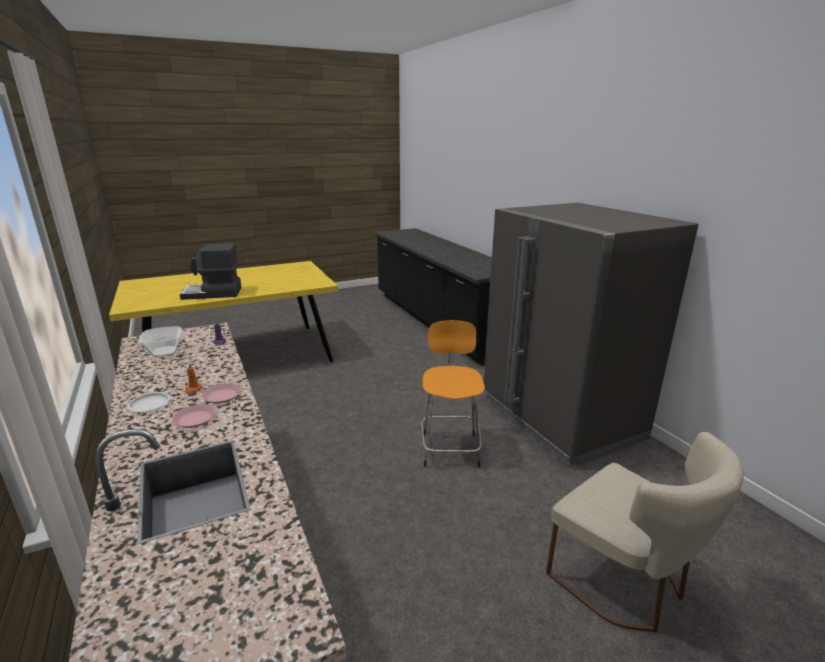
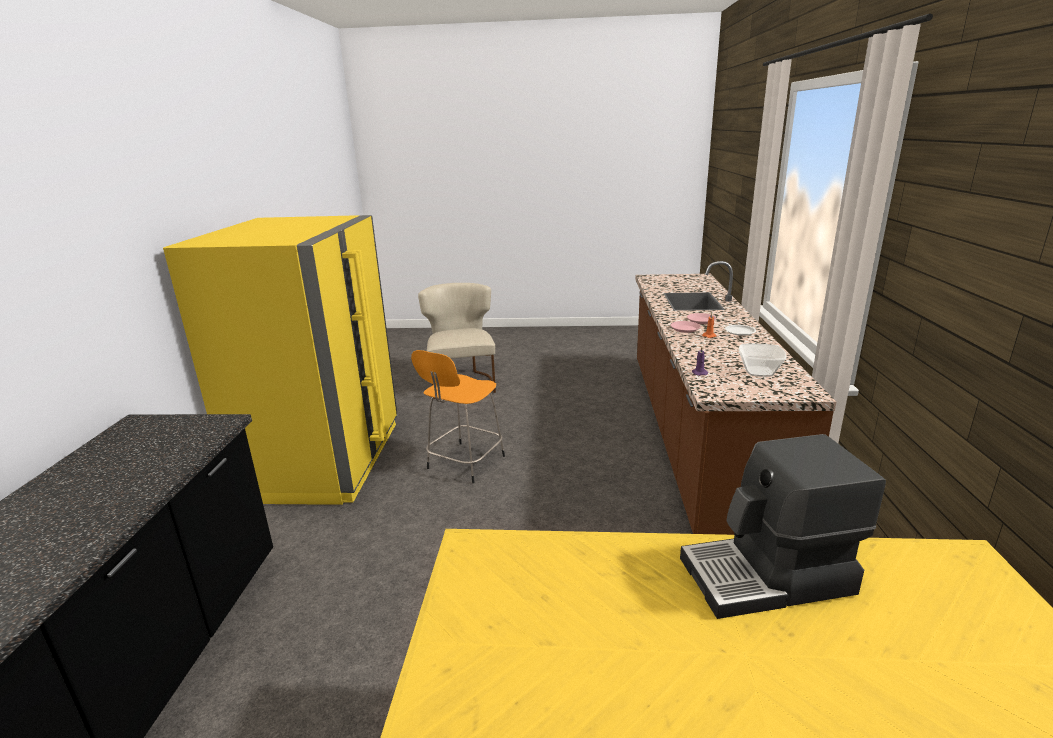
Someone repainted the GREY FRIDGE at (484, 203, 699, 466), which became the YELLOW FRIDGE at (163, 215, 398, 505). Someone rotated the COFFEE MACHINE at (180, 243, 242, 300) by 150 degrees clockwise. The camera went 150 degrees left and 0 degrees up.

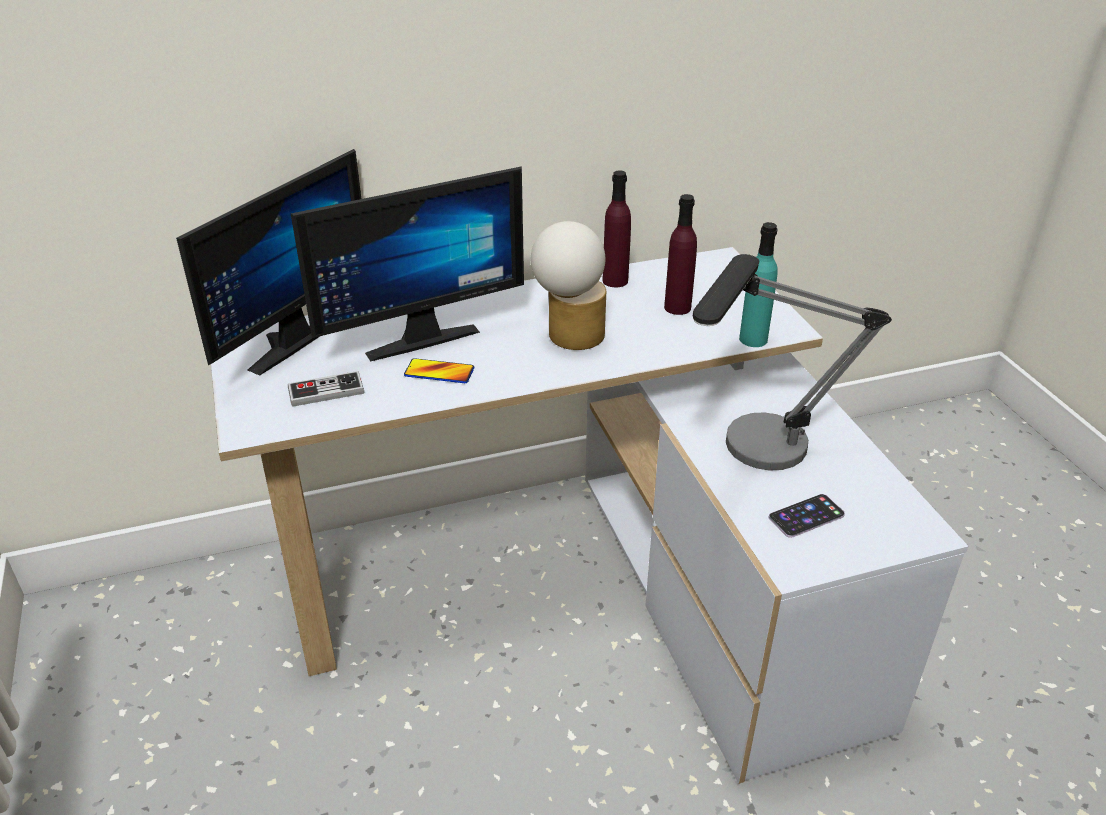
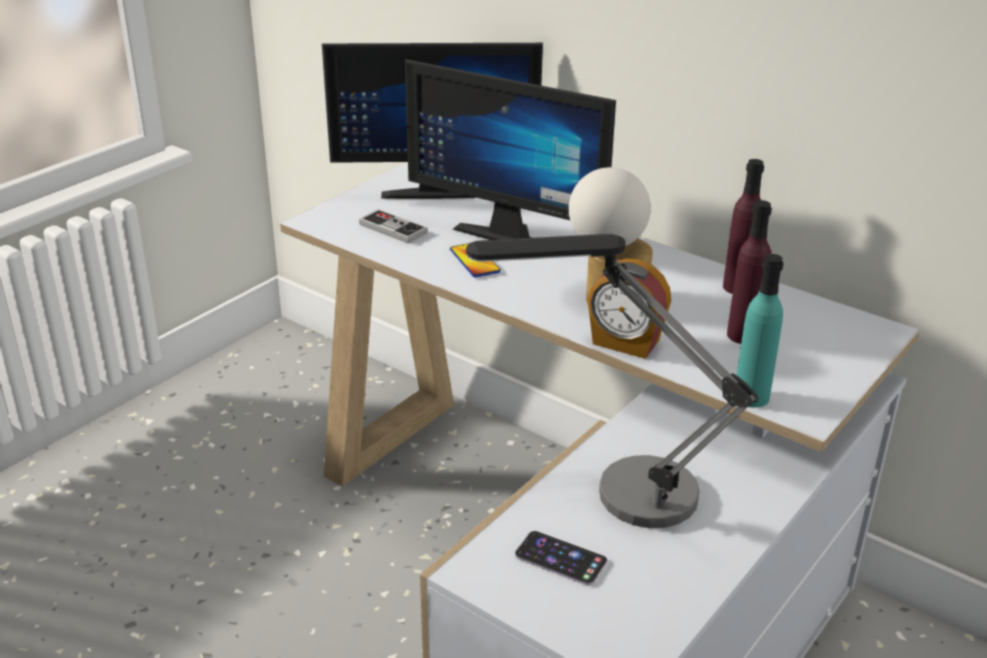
Someone put down the ALARM CLOCK at (587, 259, 671, 359). The camera went 55 degrees right and 5 degrees down.

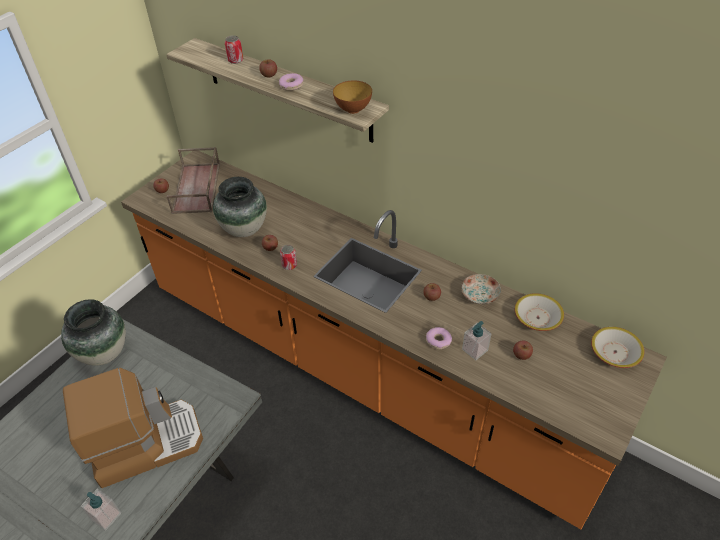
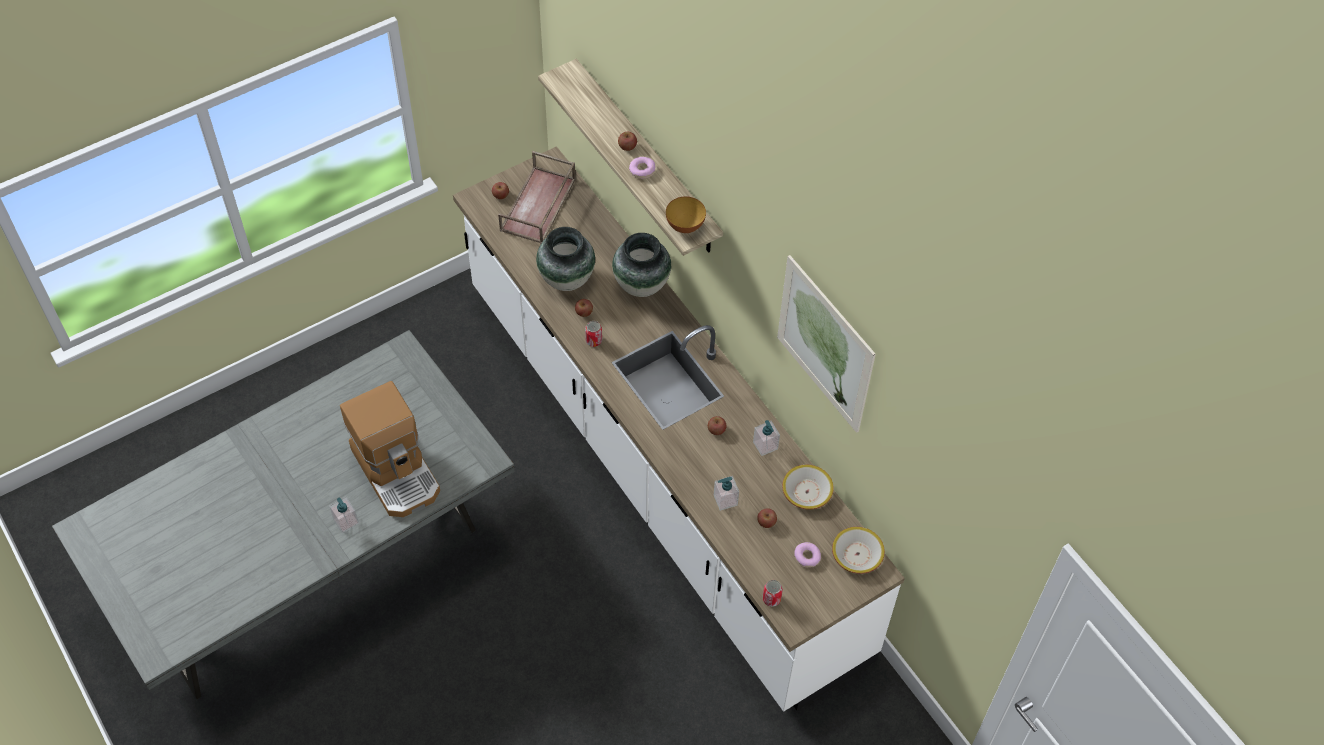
Someone carried the CAN from (225, 35, 243, 64) to (763, 580, 783, 607). Someone repainted the ORANGE COUNTER at (121, 151, 667, 529), which became the WHITE COUNTER at (453, 146, 905, 711). Someone swapped the PLATE at (461, 274, 501, 304) for the SOAP DISPENSER at (753, 420, 780, 456). Someone carried the VASE from (61, 299, 126, 366) to (612, 233, 671, 297). Someone carried the DONUT from (426, 327, 452, 349) to (794, 542, 821, 567). Someone rotated the COFFEE MACHINE at (63, 368, 203, 488) by 60 degrees clockwise. Someone put up the PICTURE at (777, 255, 876, 433). The camera went 20 degrees right and 10 degrees up.

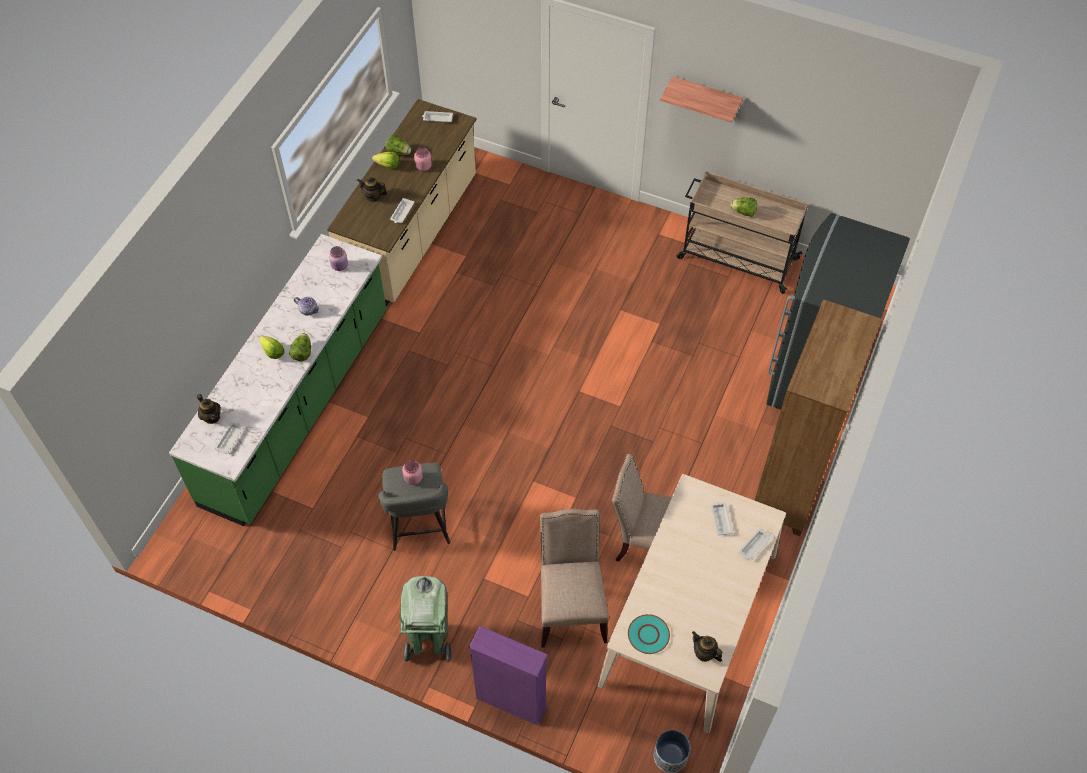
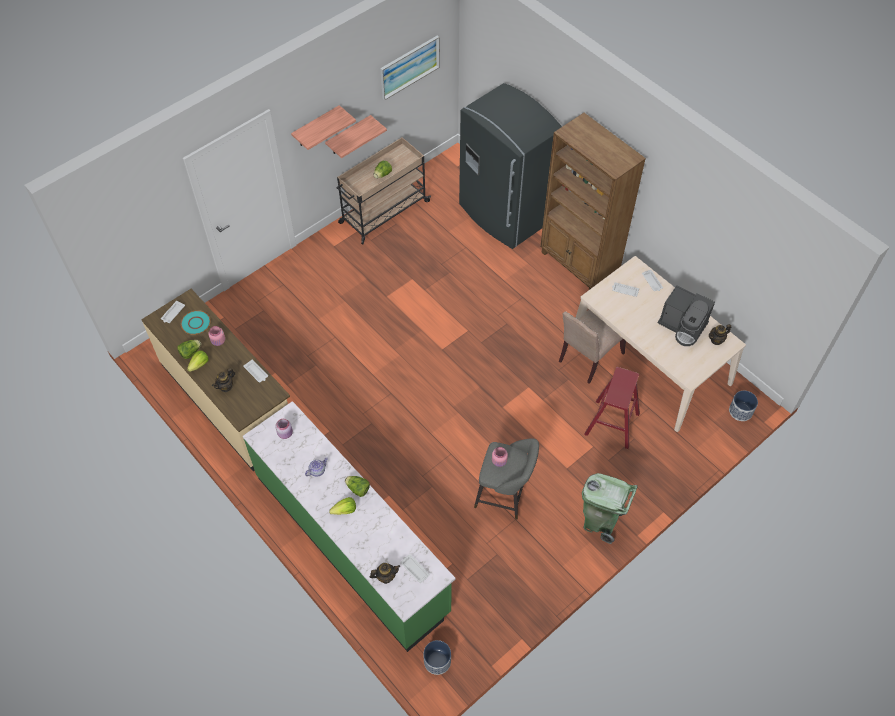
Someone swapped the BEIGE CHAIR at (540, 509, 609, 648) for the RED STOOL at (584, 367, 640, 449). Someone carried the TURQUOISE PLATE from (628, 614, 670, 654) to (181, 310, 211, 335). Someone took away the PURPLE BOOKCASE at (469, 626, 548, 725). Someone put up the PICTURE at (380, 35, 440, 100). Someone put up the SHELF at (325, 115, 387, 158). Someone put down the COFFEE MACHINE at (658, 285, 715, 346). Someone put down the PLANTER at (423, 640, 451, 675). The camera went 65 degrees left and 0 degrees up.

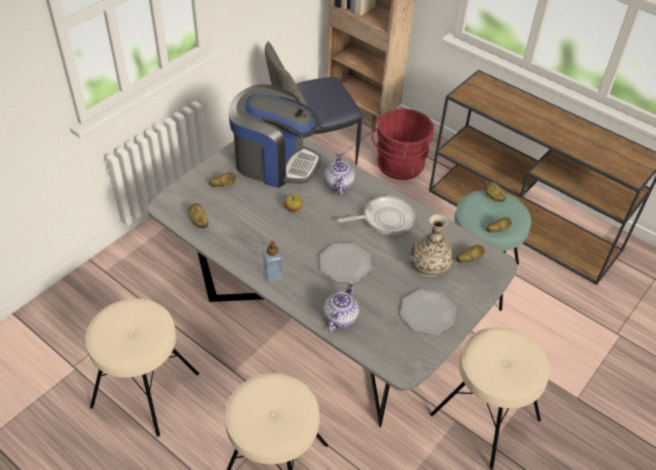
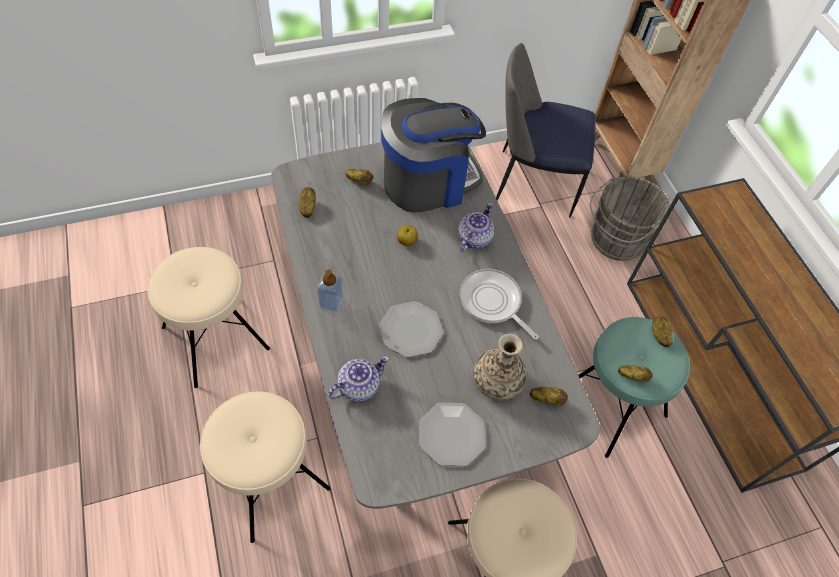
Someone rotated the COFFEE MACHINE at (229, 84, 321, 188) by 75 degrees counterclockwise. Someone repainted the RED BUCKET at (372, 109, 434, 180), which became the GREY BUCKET at (590, 176, 670, 261). Someone rotated the FRYING PAN at (338, 196, 416, 235) by 150 degrees counterclockwise. The camera went 30 degrees right and 10 degrees up.

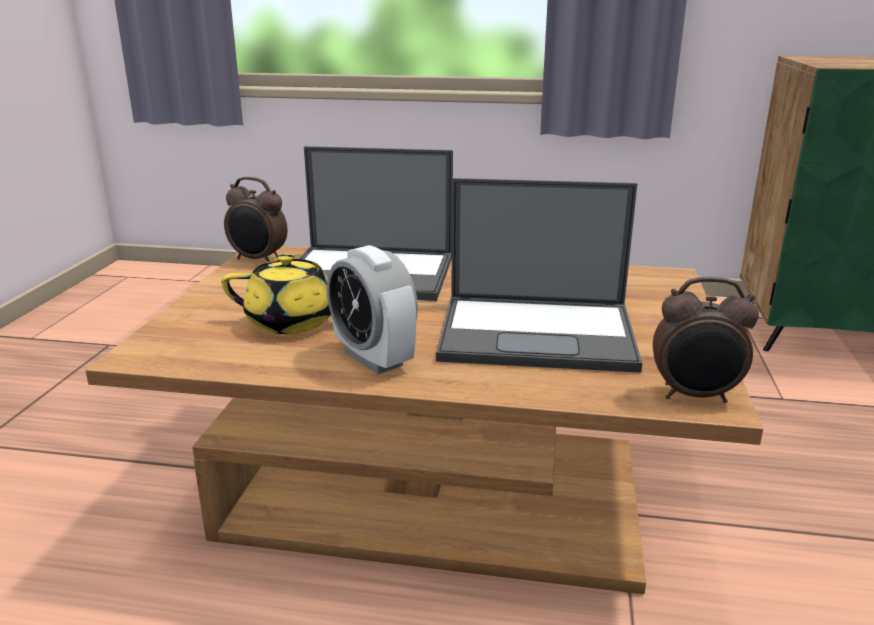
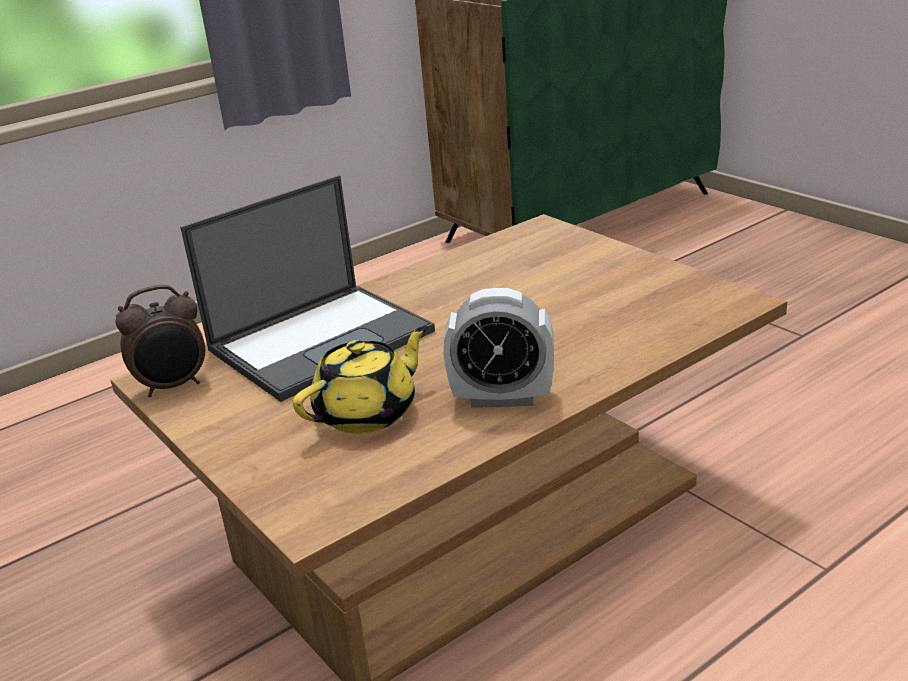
Someone took away the LAPTOP at (436, 178, 642, 373). Someone took away the ALARM CLOCK at (653, 277, 759, 403). The camera went 45 degrees left and 5 degrees up.

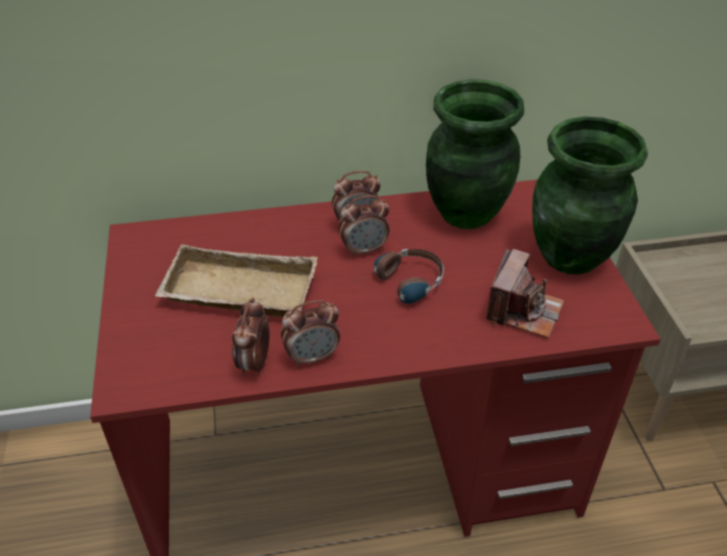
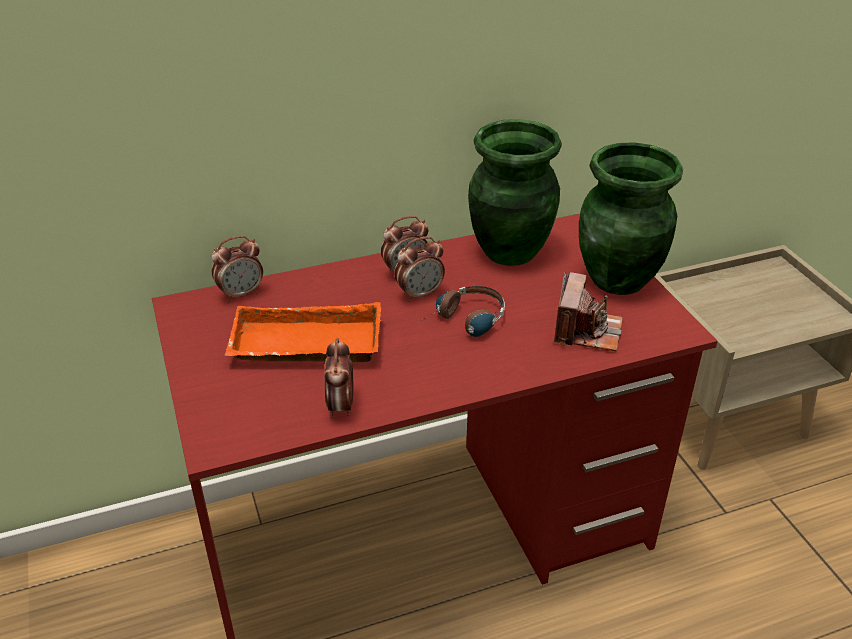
Someone repainted the BEIGE TRAY at (155, 244, 318, 317), which became the ORANGE TRAY at (225, 302, 381, 363). Someone carried the ALARM CLOCK from (281, 300, 340, 367) to (212, 236, 263, 302). The camera went 10 degrees left and 5 degrees down.

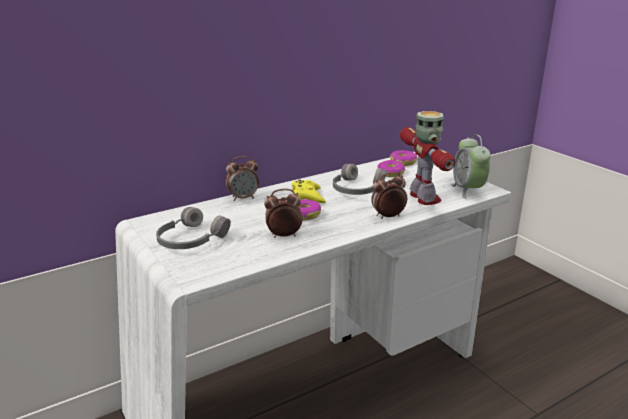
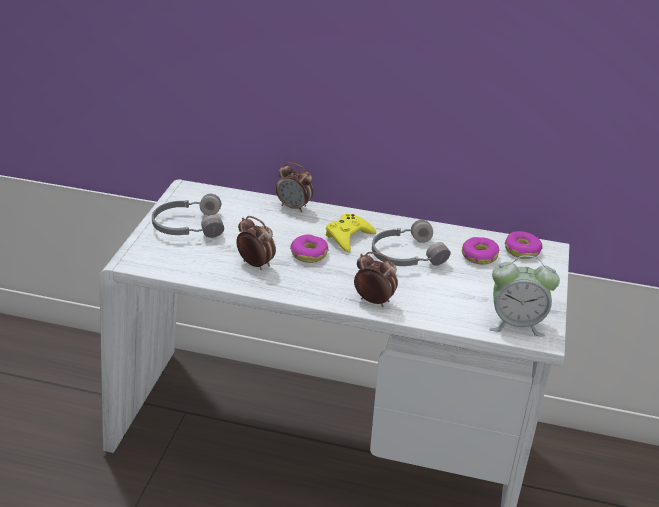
Someone took away the TOY ROBOT at (400, 111, 456, 205). Someone rotated the ALARM CLOCK at (450, 134, 491, 199) by 120 degrees counterclockwise. The camera went 45 degrees right and 10 degrees up.

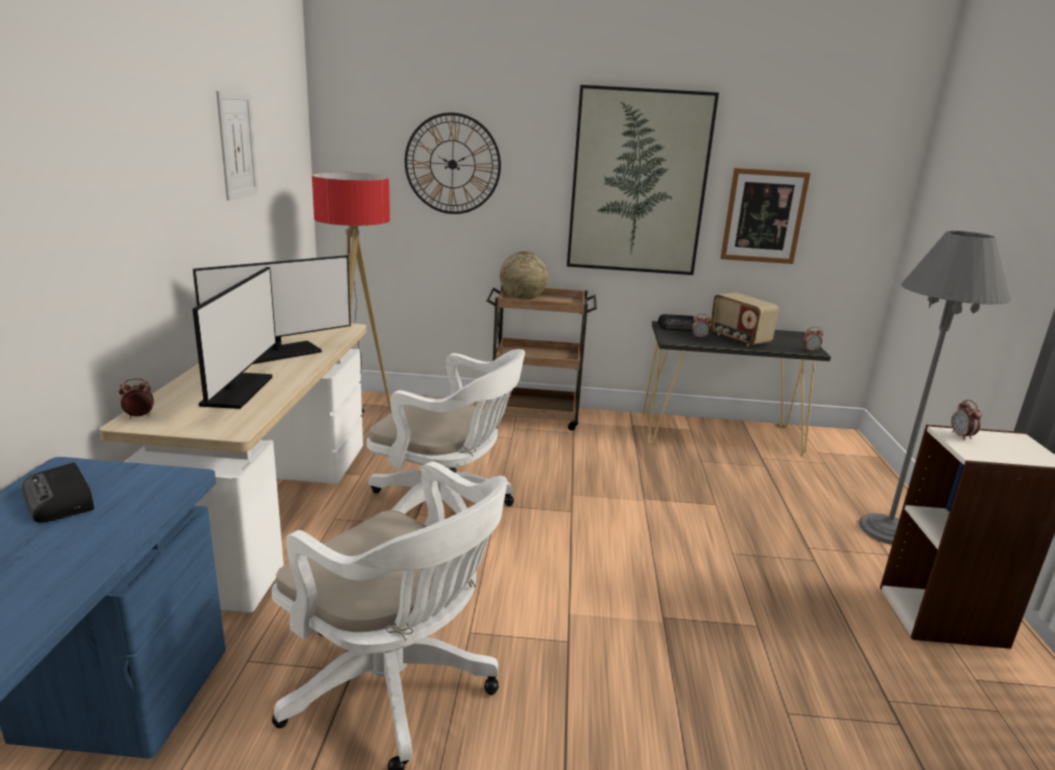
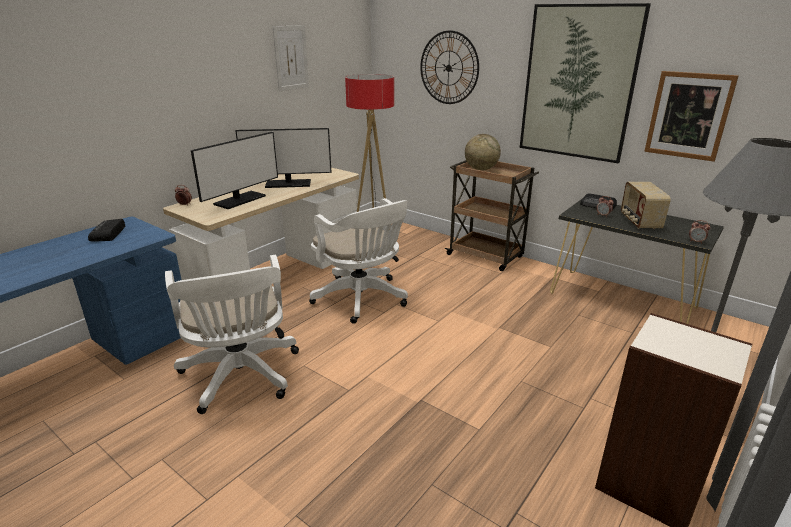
Someone took away the ALARM CLOCK at (951, 400, 982, 440). The camera went 35 degrees right and 5 degrees up.

